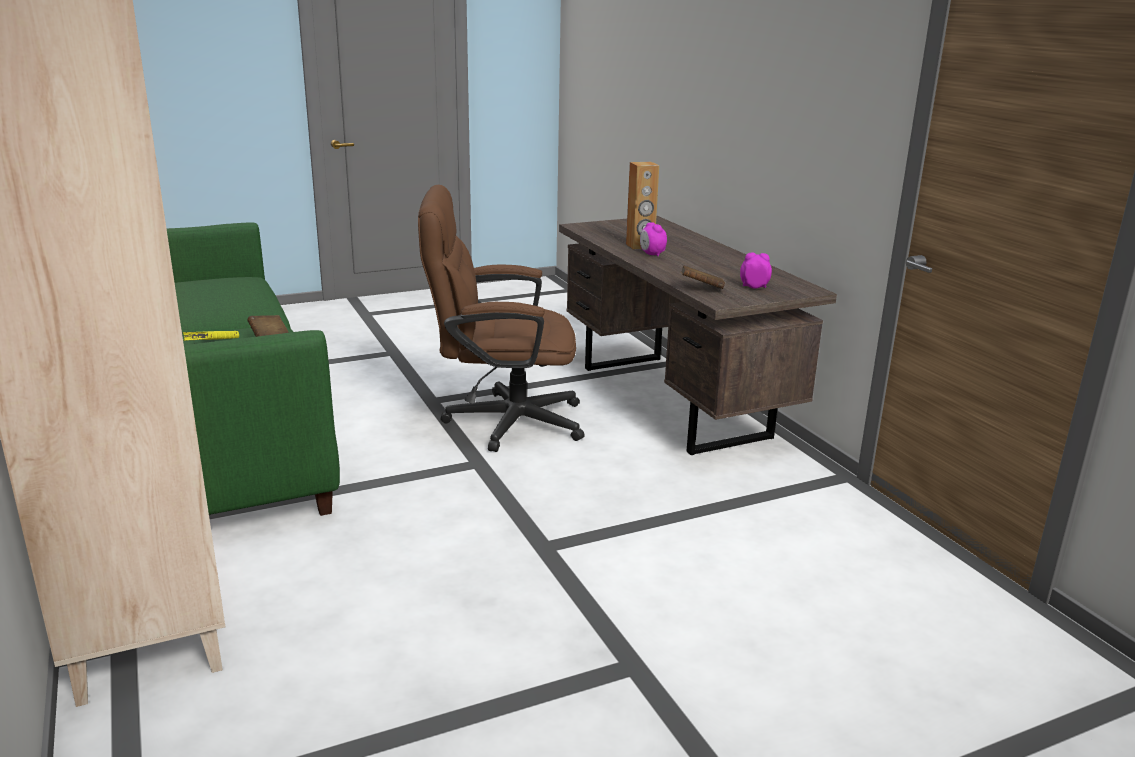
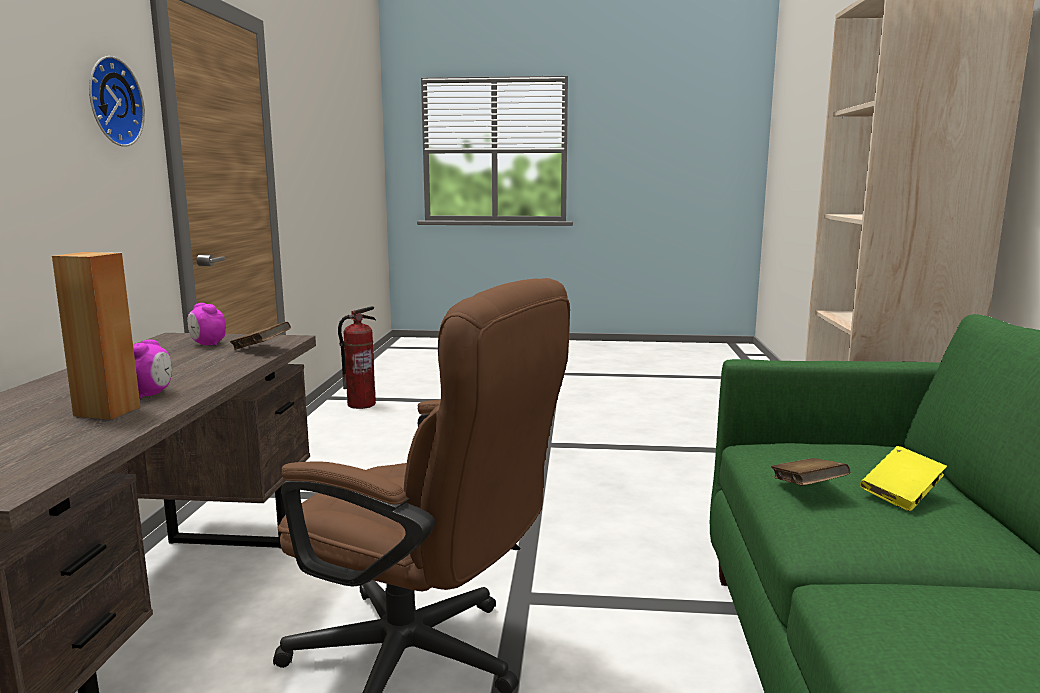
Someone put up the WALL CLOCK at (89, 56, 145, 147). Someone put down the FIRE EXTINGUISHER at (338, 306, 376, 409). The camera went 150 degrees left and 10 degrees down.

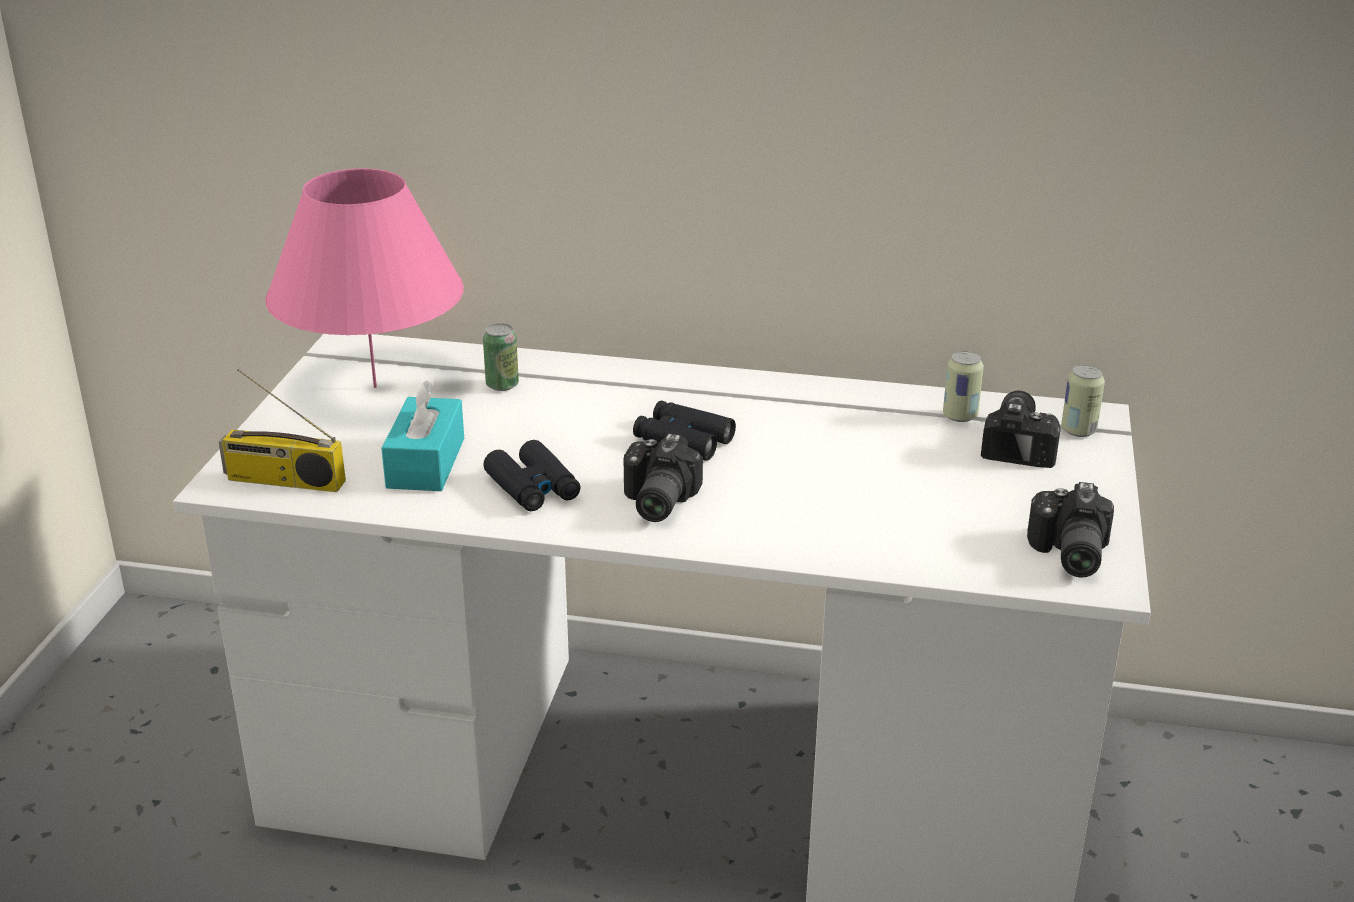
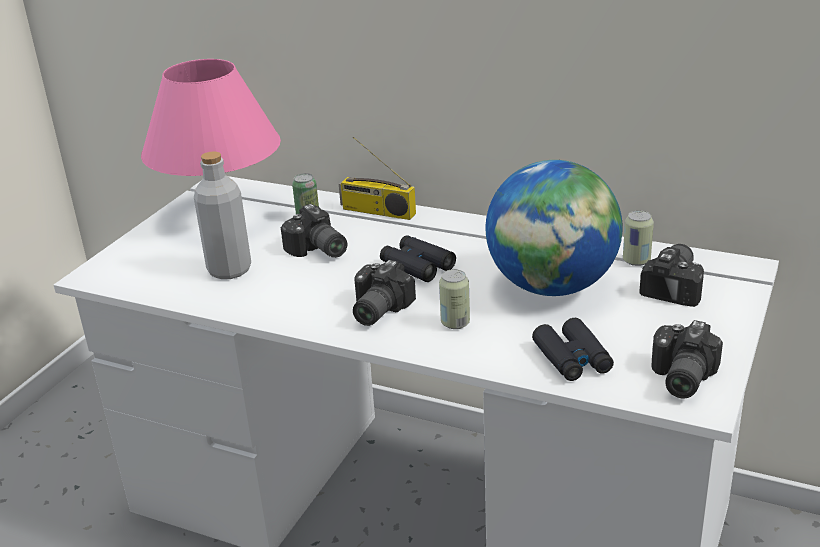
Someone carried the CAN from (1061, 365, 1105, 437) to (439, 269, 470, 329). Someone carried the RADIO from (219, 369, 346, 492) to (339, 136, 416, 220). Someone swapped the TURQUOISE TISSUE BOX at (381, 380, 464, 491) for the GREY BOTTLE at (194, 152, 251, 279). Someone carried the BLACK BINOCULARS from (483, 440, 581, 511) to (532, 318, 614, 381). Someone put down the GLOBE at (486, 160, 623, 296). Someone put down the PHOTO CAMERA at (281, 204, 347, 258). The camera went 15 degrees right and 0 degrees up.

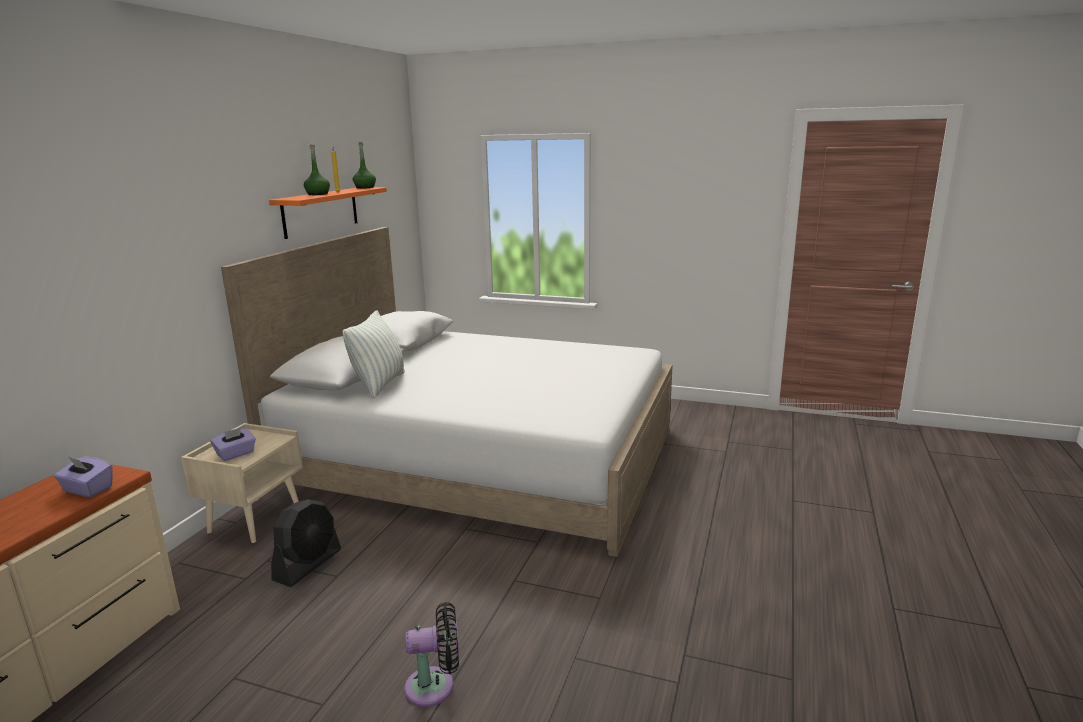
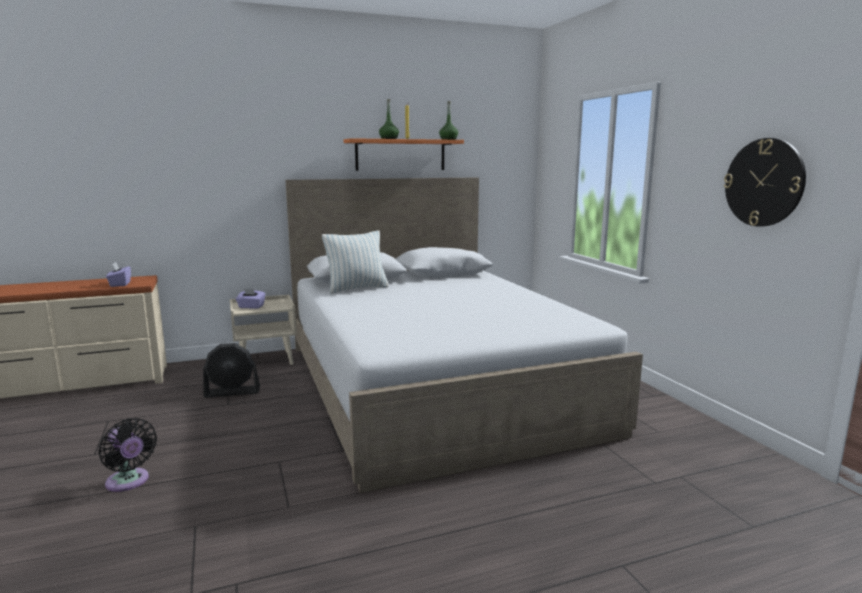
Someone put up the WALL CLOCK at (724, 138, 806, 227). The camera went 50 degrees right and 5 degrees down.

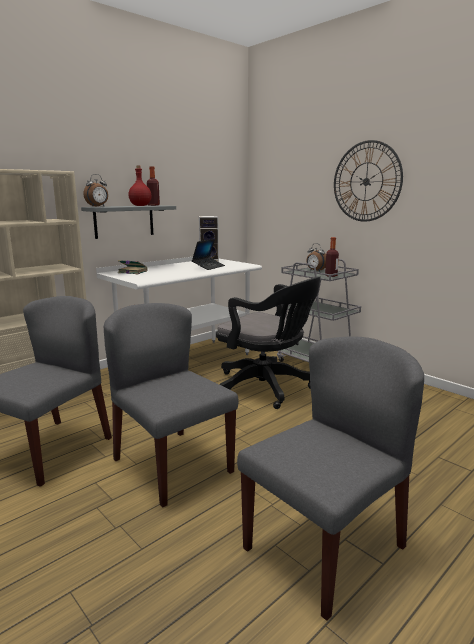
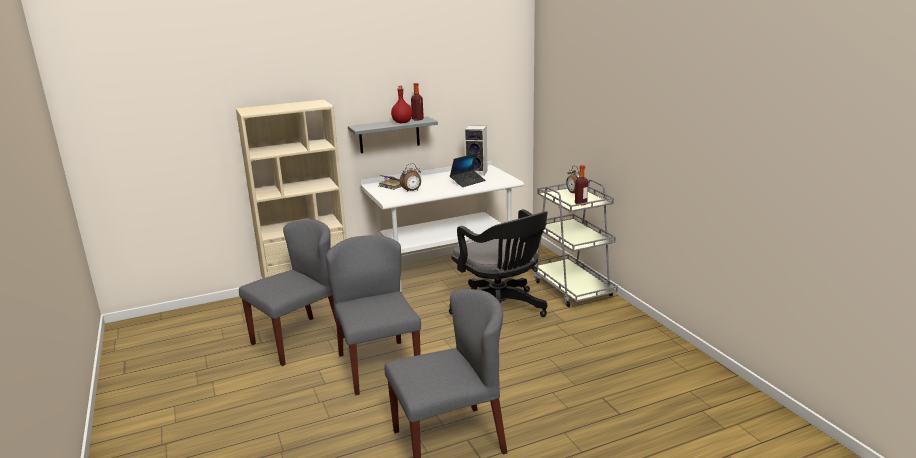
Someone took away the WALL CLOCK at (334, 140, 403, 222). Someone carried the ALARM CLOCK from (83, 174, 108, 207) to (400, 164, 421, 192). The camera went 20 degrees right and 5 degrees up.

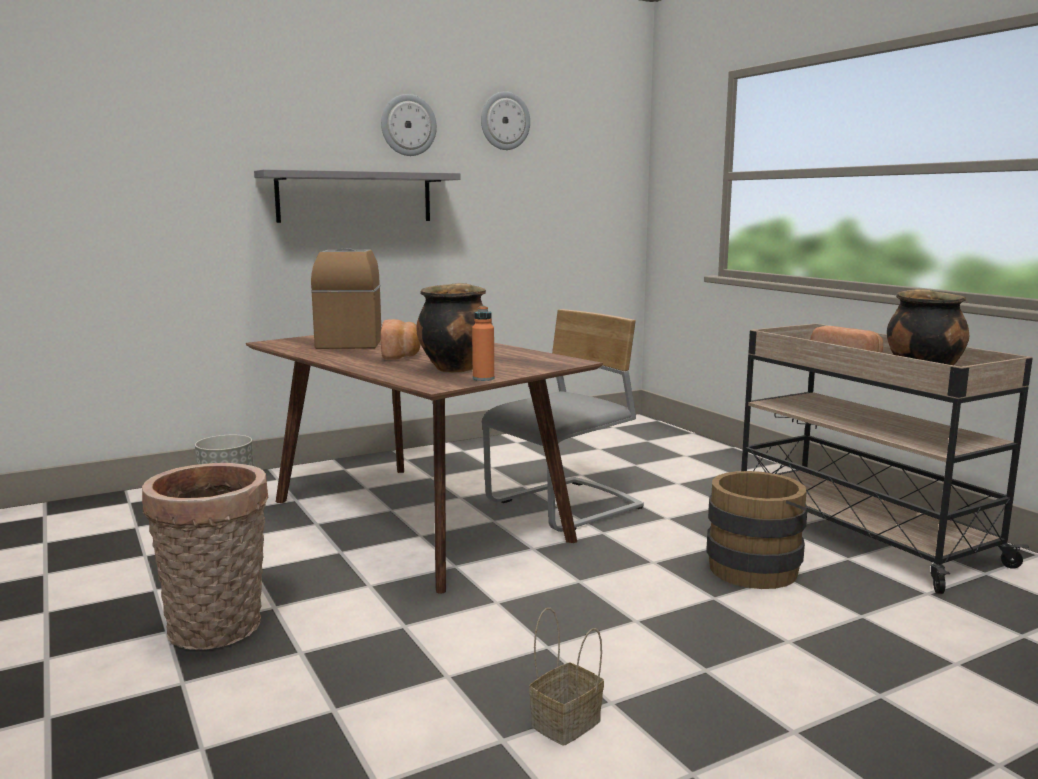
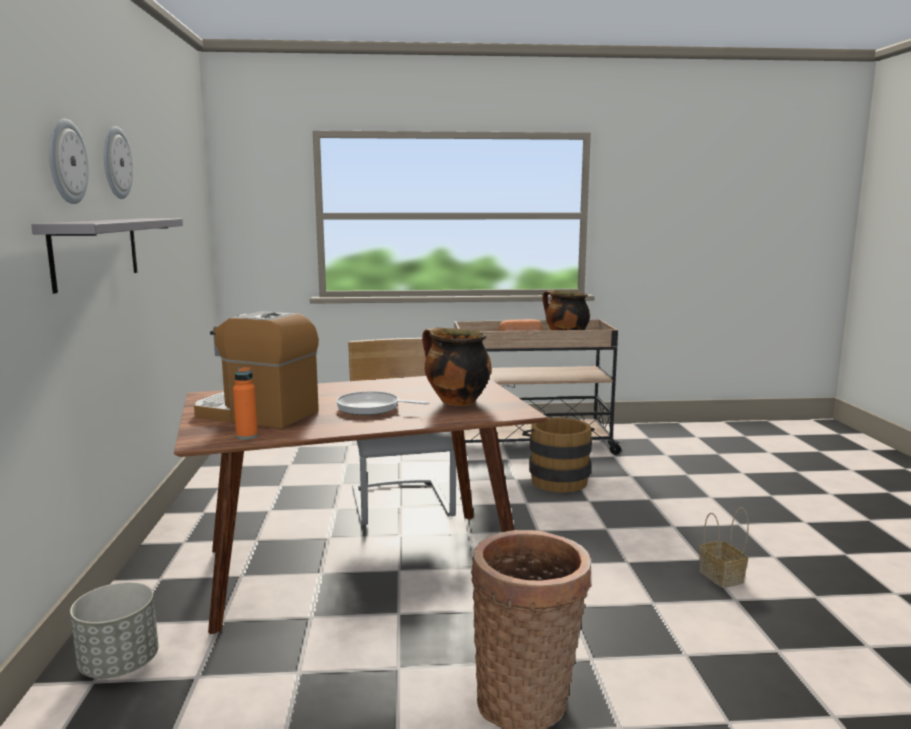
Someone carried the WALL CLOCK from (481, 91, 530, 150) to (49, 119, 89, 204). Someone carried the ORANGE BOTTLE from (472, 306, 494, 381) to (233, 367, 258, 439). Someone swapped the BREAD at (381, 319, 420, 360) for the FRYING PAN at (336, 391, 429, 415). The camera went 65 degrees left and 0 degrees up.

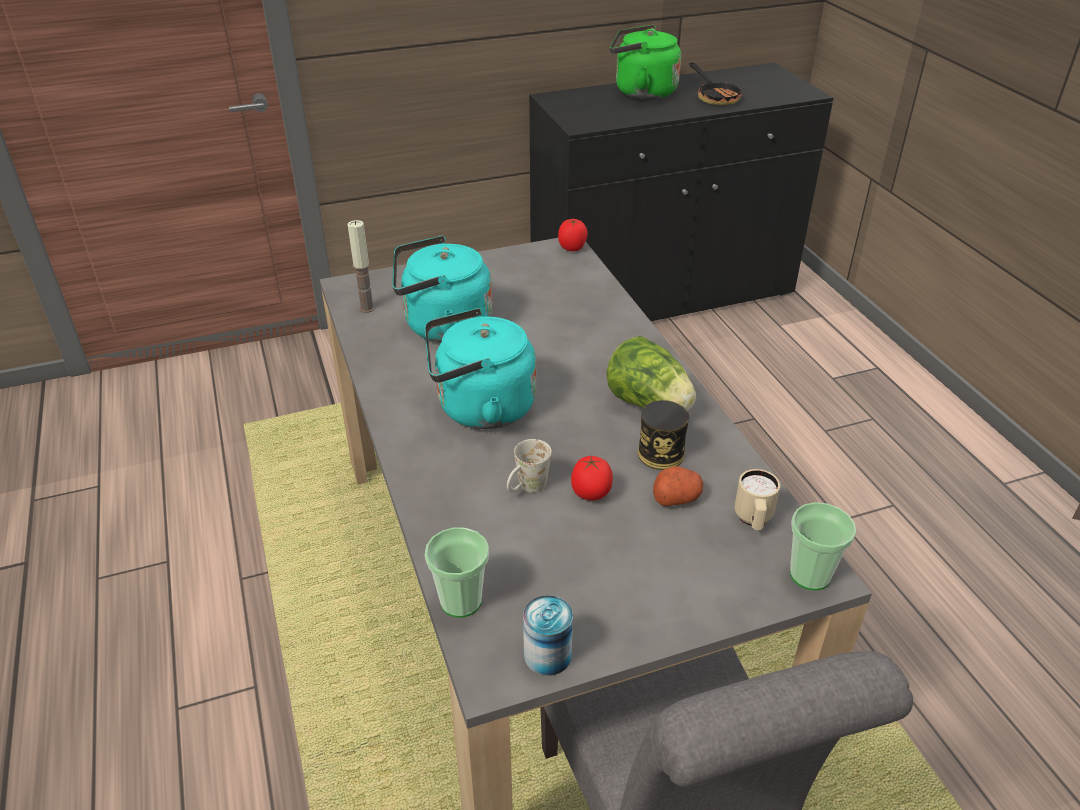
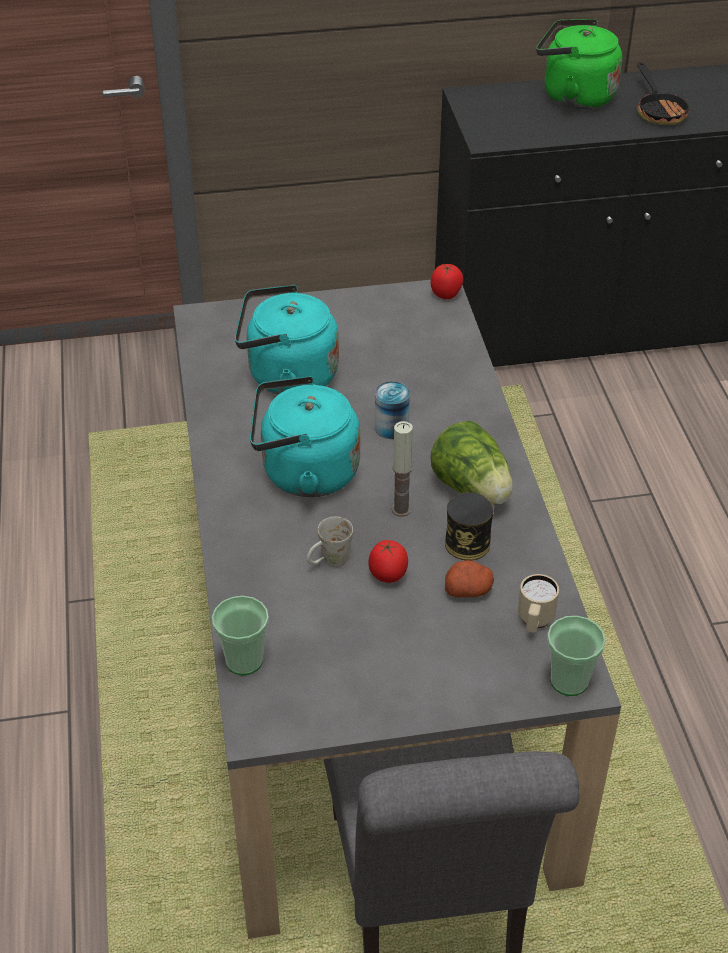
Someone carried the CANDLE from (348, 220, 375, 313) to (392, 421, 413, 517). Someone carried the CAN from (523, 595, 573, 676) to (375, 381, 410, 439). The camera went 10 degrees right and 5 degrees up.

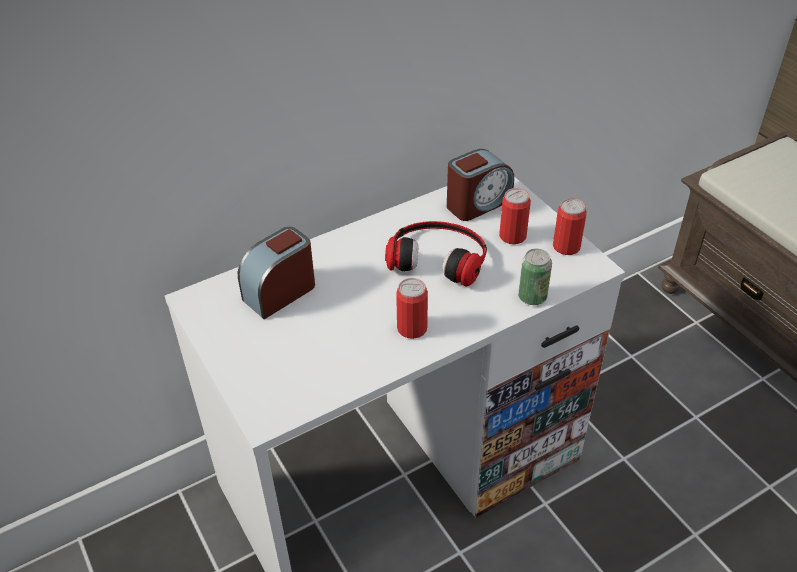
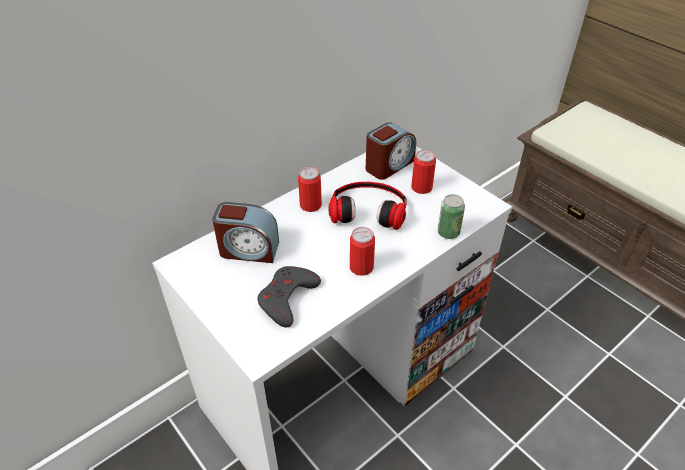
Someone carried the CAN from (553, 198, 587, 255) to (298, 167, 322, 212). Someone rotated the ALARM CLOCK at (238, 227, 315, 319) by 120 degrees counterclockwise. Someone put down the GREY GAME CONTROLLER at (257, 266, 321, 328). The camera went 10 degrees left and 0 degrees up.

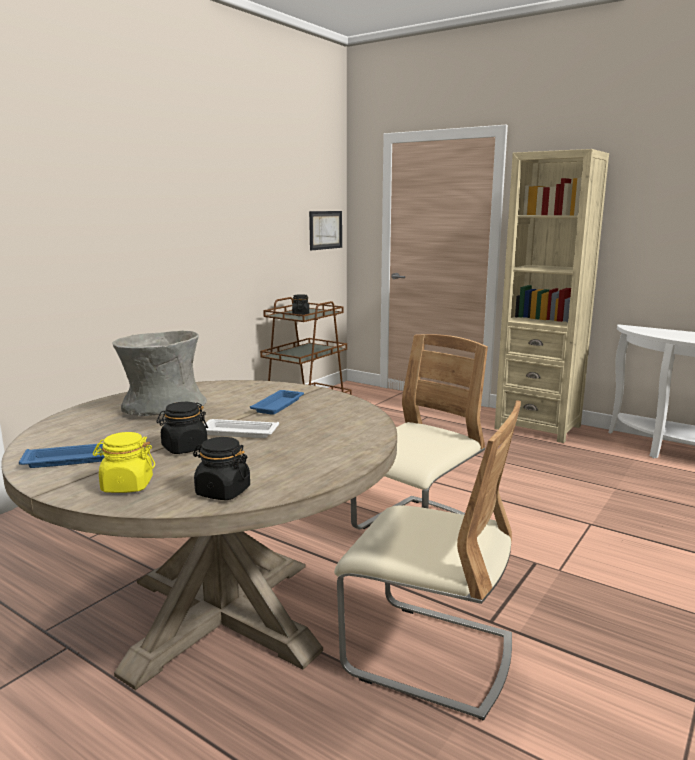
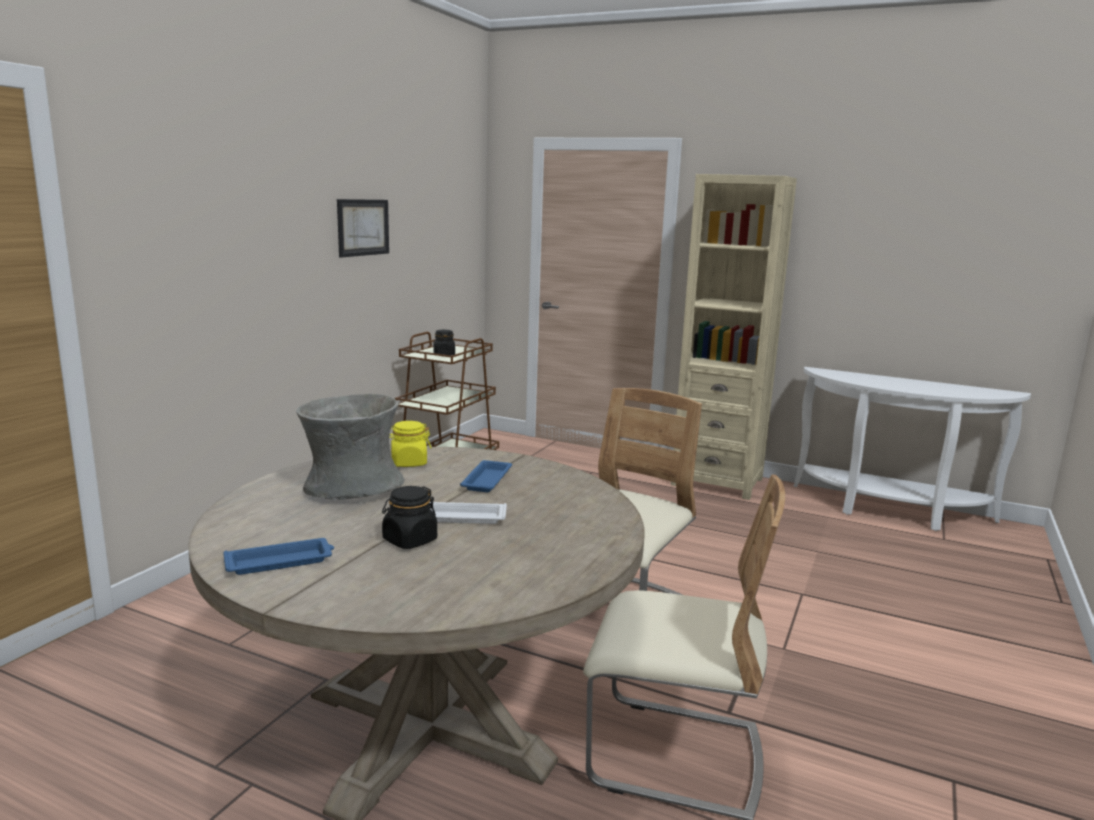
Someone carried the PICTURE from (309, 211, 342, 250) to (337, 199, 389, 258). Someone carried the YELLOW JAR from (93, 432, 155, 493) to (389, 421, 431, 467). Someone took away the BLACK JAR at (193, 437, 250, 500). The camera went 10 degrees left and 0 degrees up.

